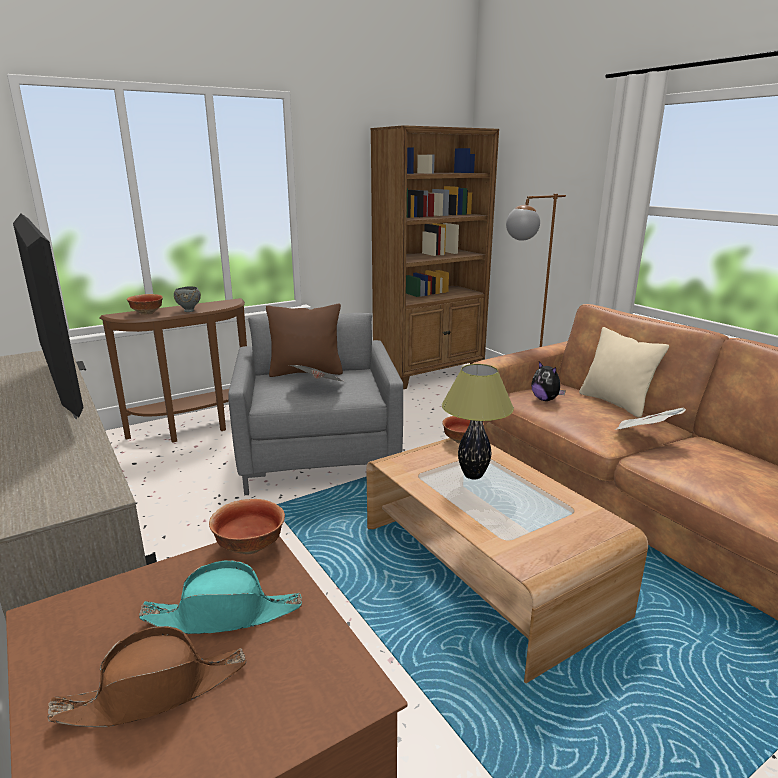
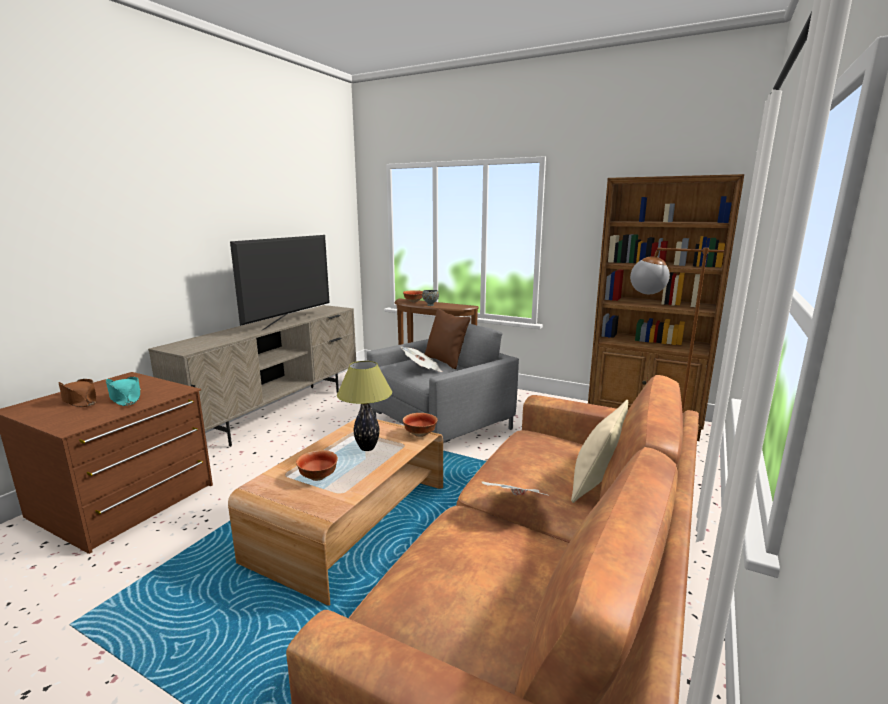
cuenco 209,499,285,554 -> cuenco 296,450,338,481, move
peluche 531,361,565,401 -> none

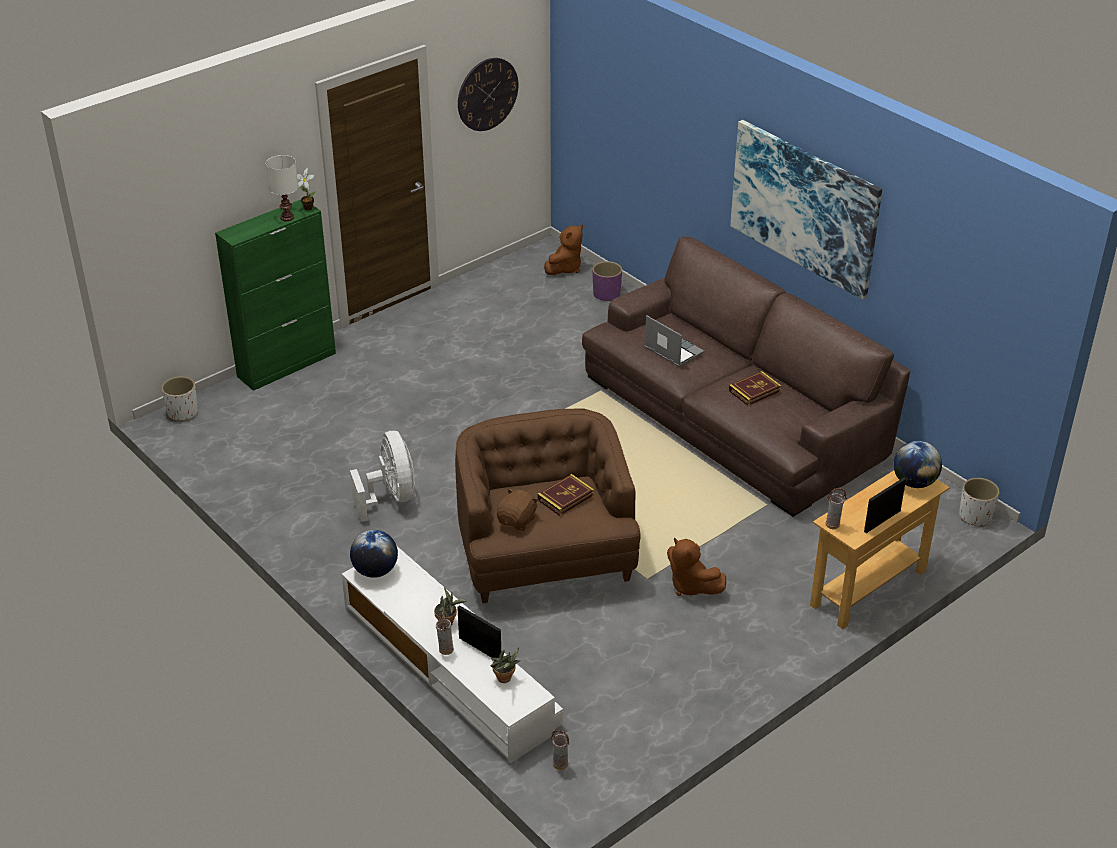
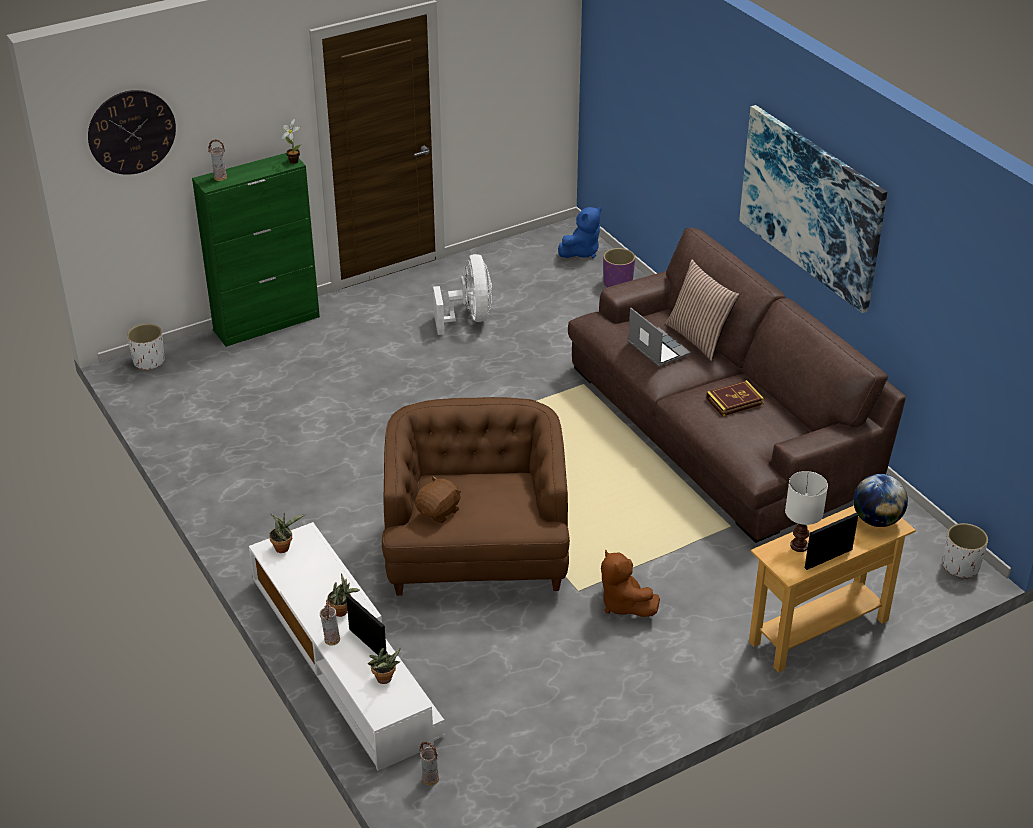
reloj de pared 458,58,518,131 -> reloj de pared 88,90,176,175, move
florero 825,488,847,529 -> florero 208,139,227,181, move
globo terráqueo 350,530,398,578 -> planta en maceta 269,513,305,553
ventilador/blanco 350,431,414,522 -> ventilador/blanco 433,254,492,335, move
peluche/marrón 544,225,583,275 -> peluche/azul 558,207,602,258
none -> cojín 666,259,740,361
lámpara de mesa/blanco 266,155,298,221 -> lámpara de mesa/blanco 785,471,828,552, move
libro 537,474,594,516 -> none

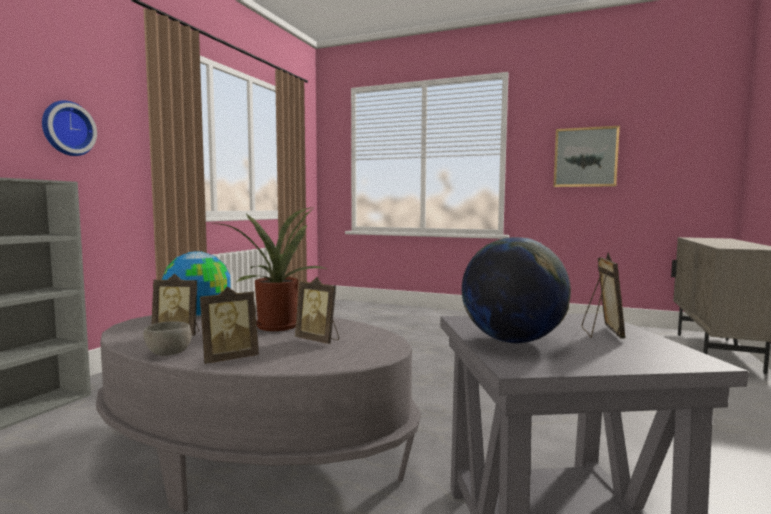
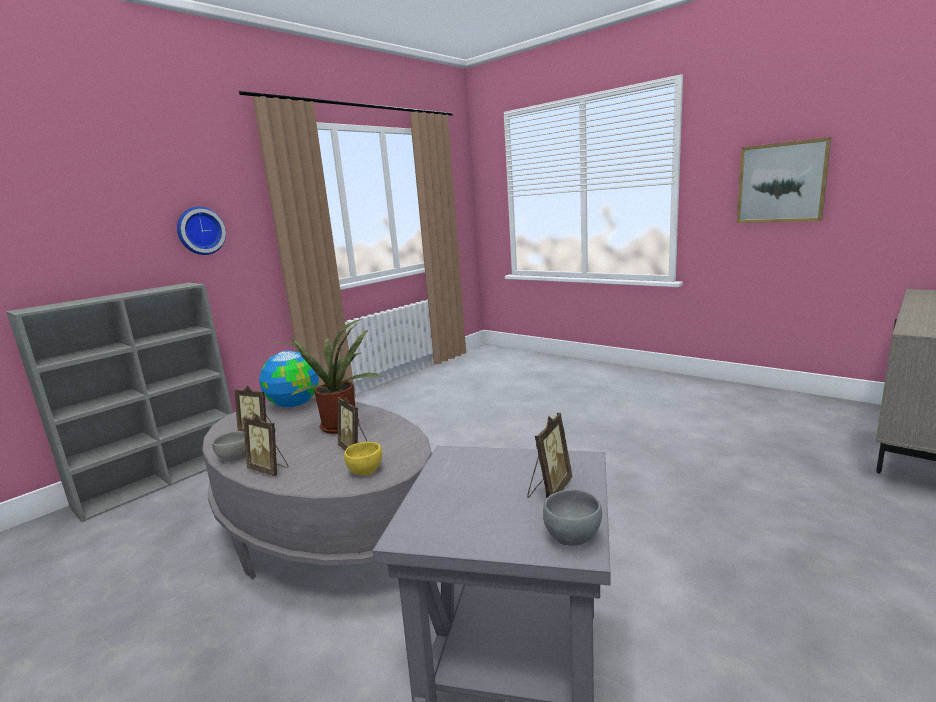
portarretratos 200,286,259,364 -> portarretratos 244,414,289,476, 45 degrees clockwise
none -> cuenco/amarillo 344,442,382,476
none -> cuenco/gris 543,489,602,546
globo terráqueo 462,237,571,344 -> none

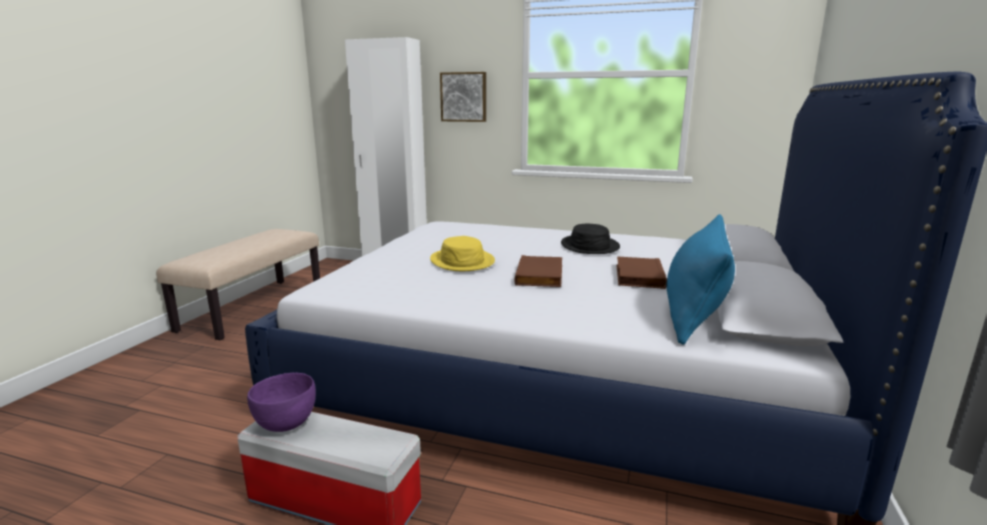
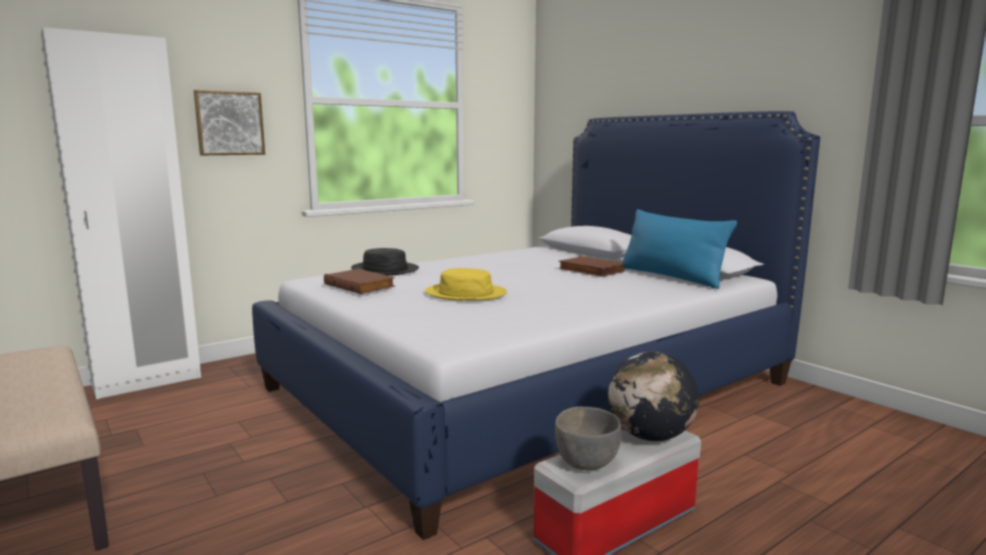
libro/marrón 515,255,562,287 -> libro/marrón 324,269,395,294, move
sombrero/negro 561,224,620,254 -> sombrero/negro 351,248,419,276, move
cuenco/morado 247,373,316,432 -> cuenco/gris 555,407,622,470
none -> globo terráqueo 608,352,699,441

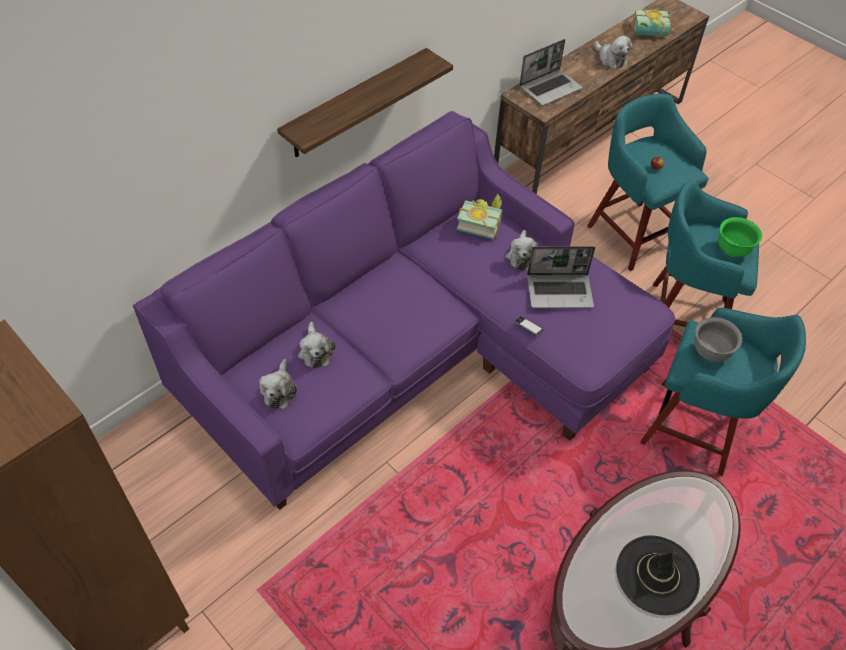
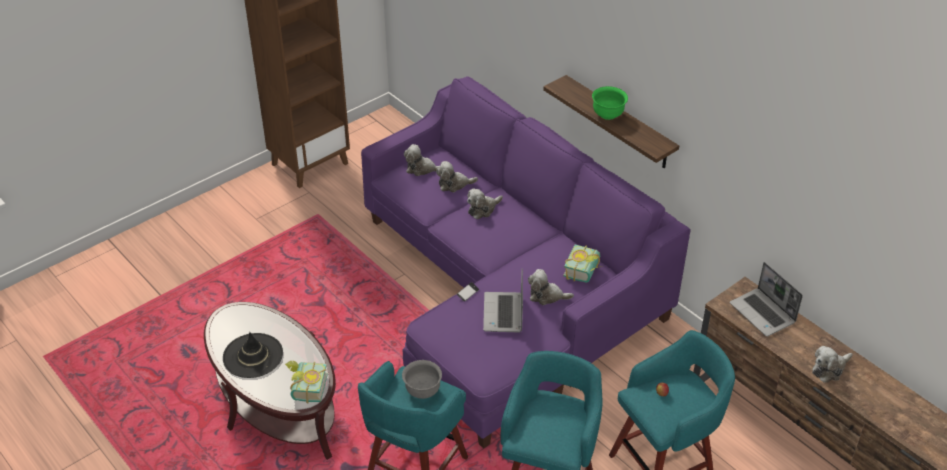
libro 631,9,670,37 -> libro 285,361,328,404, move
none -> peluche 467,189,503,219
cuenco/verde 718,217,762,257 -> cuenco/verde 592,86,628,120, move

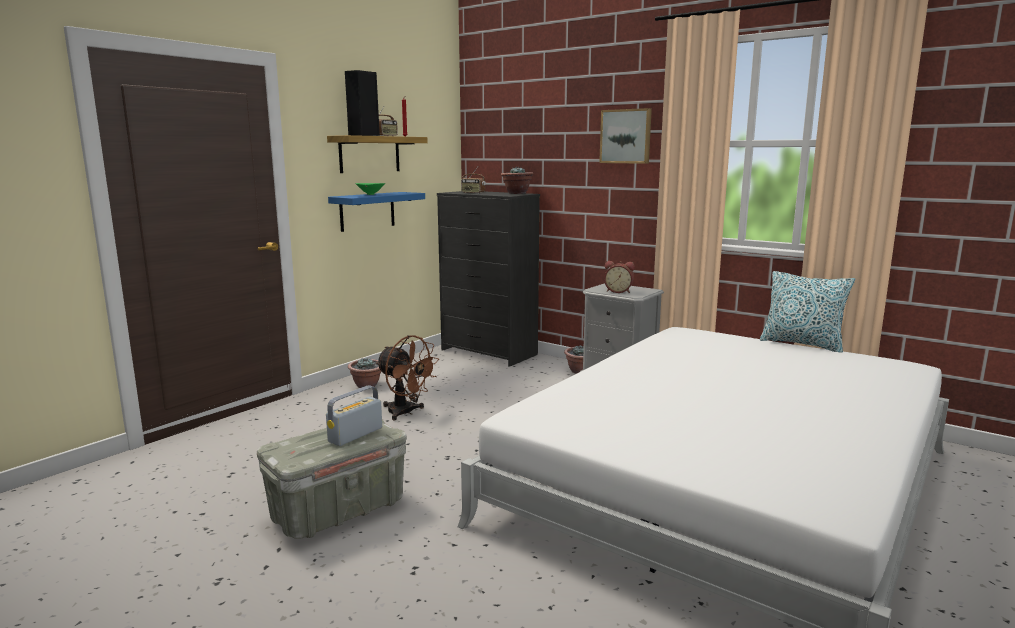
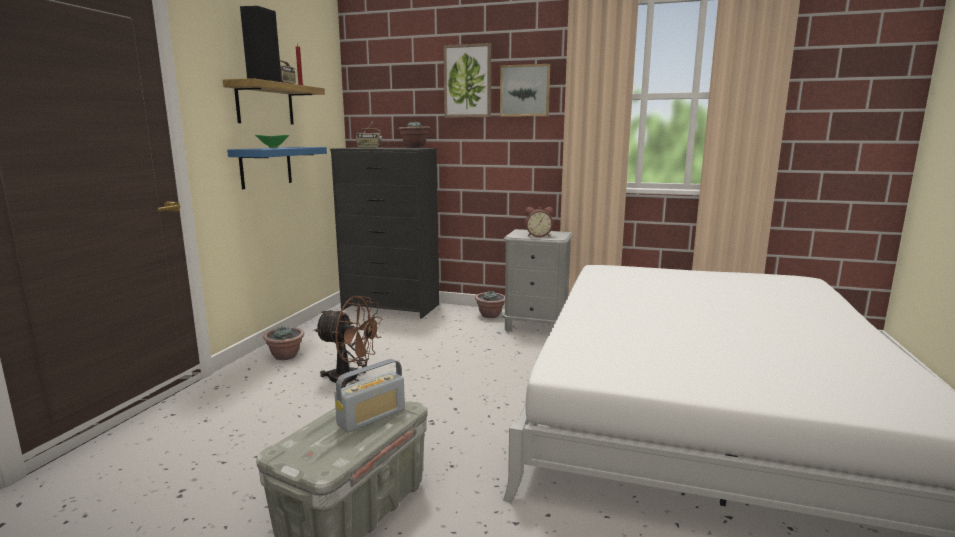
radio 326,385,382,446 -> radio 335,359,405,433, 150 degrees counterclockwise
none -> cuadro 443,43,491,117
cojín 760,271,855,353 -> none

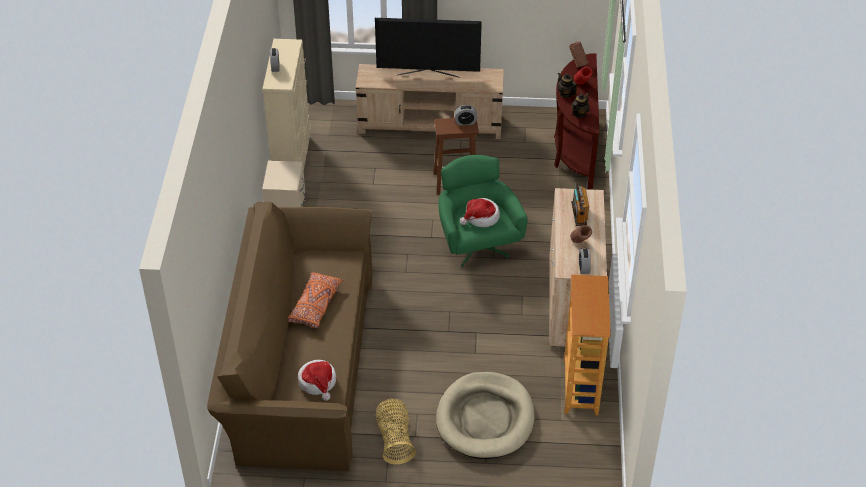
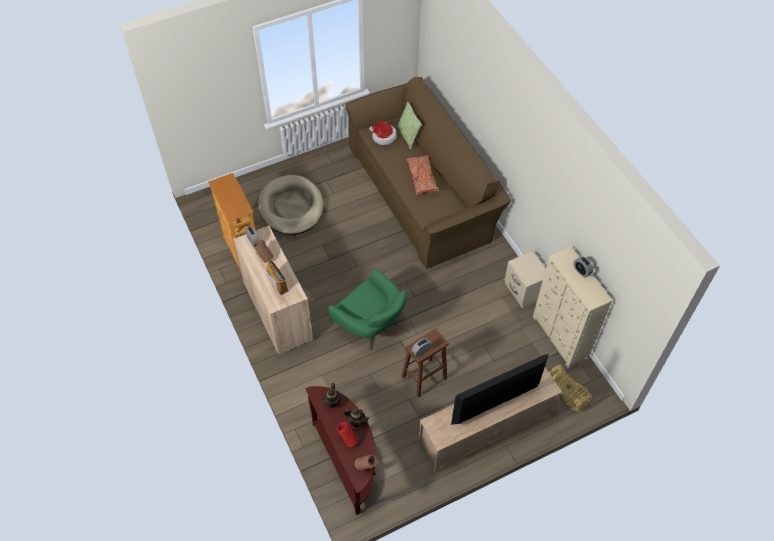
none -> cojín 397,102,422,149
cesta 376,399,416,464 -> cesta 549,364,592,412, move
sombrero 460,198,500,227 -> none

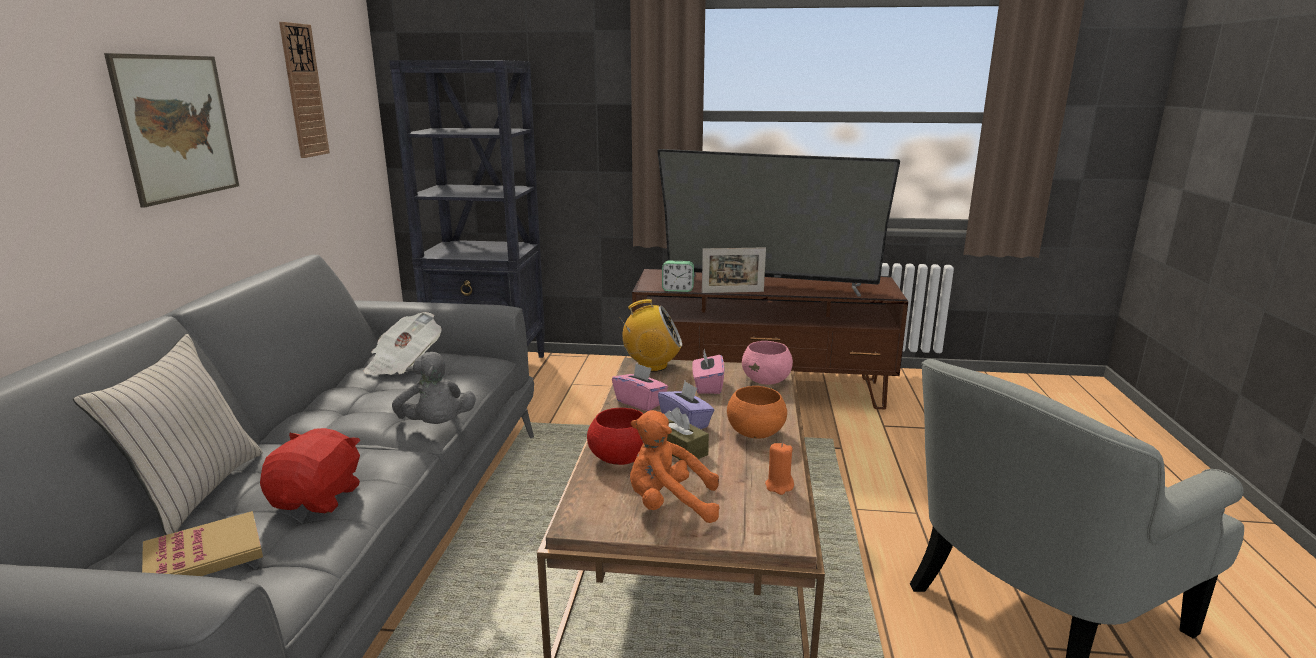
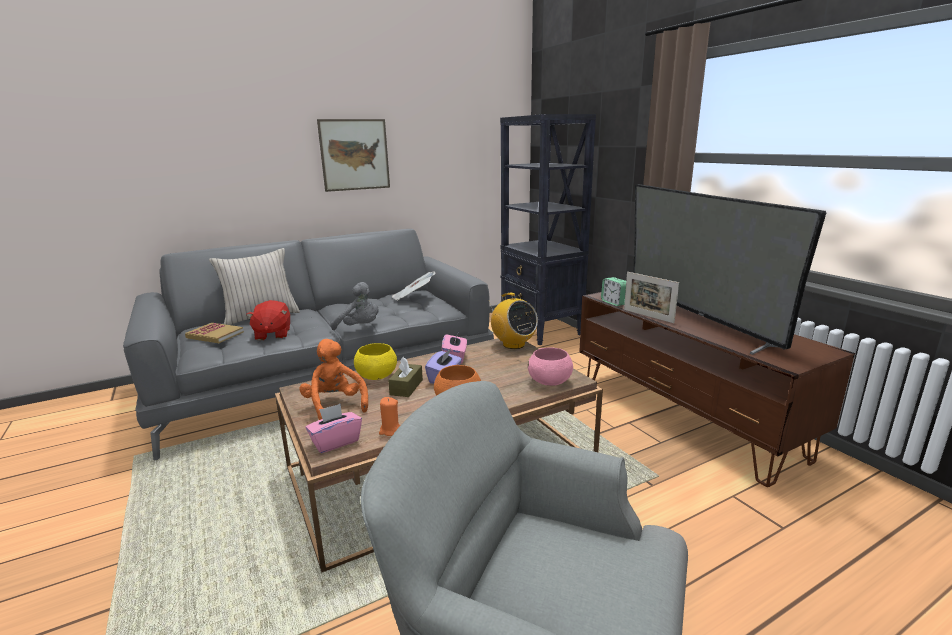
peluche/rojo 260,428,360,513 -> peluche/rojo 246,300,290,341, 105 degrees clockwise
caja de pañuelos/rosa 692,349,725,394 -> caja de pañuelos/rosa 305,403,362,453, move
peluche/gris 392,352,476,424 -> peluche/gris 330,282,379,330, 90 degrees counterclockwise
cuenco/rojo 587,408,643,465 -> cuenco/amarillo 354,343,397,380
reloj de pared 279,22,330,158 -> none

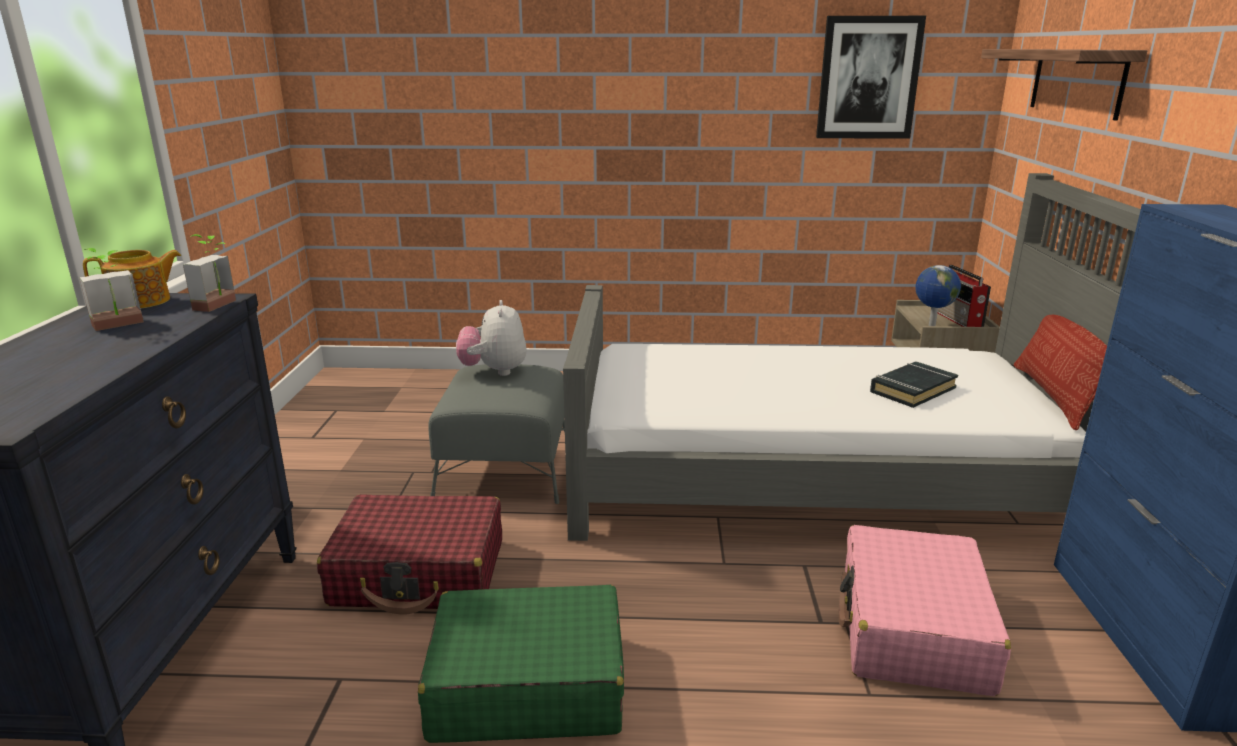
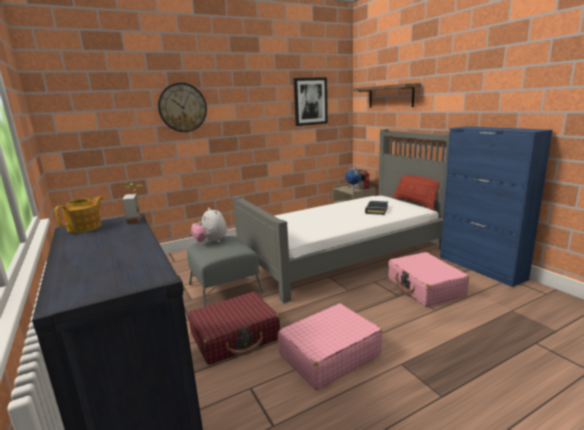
none -> reloj de pared 158,83,207,132
maleta/verde 418,585,624,743 -> maleta/rosa 278,304,382,390
planta en maceta 80,248,144,331 -> none

